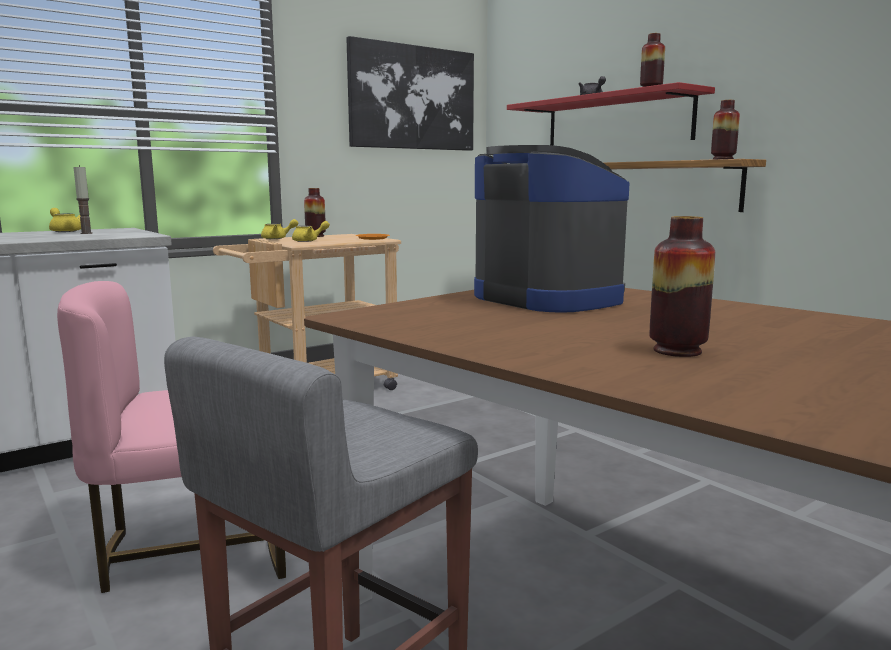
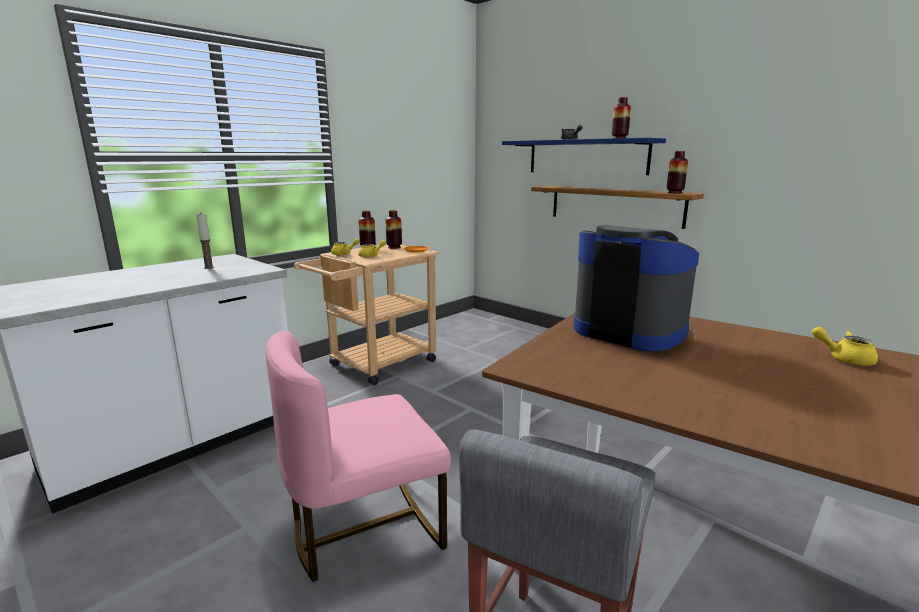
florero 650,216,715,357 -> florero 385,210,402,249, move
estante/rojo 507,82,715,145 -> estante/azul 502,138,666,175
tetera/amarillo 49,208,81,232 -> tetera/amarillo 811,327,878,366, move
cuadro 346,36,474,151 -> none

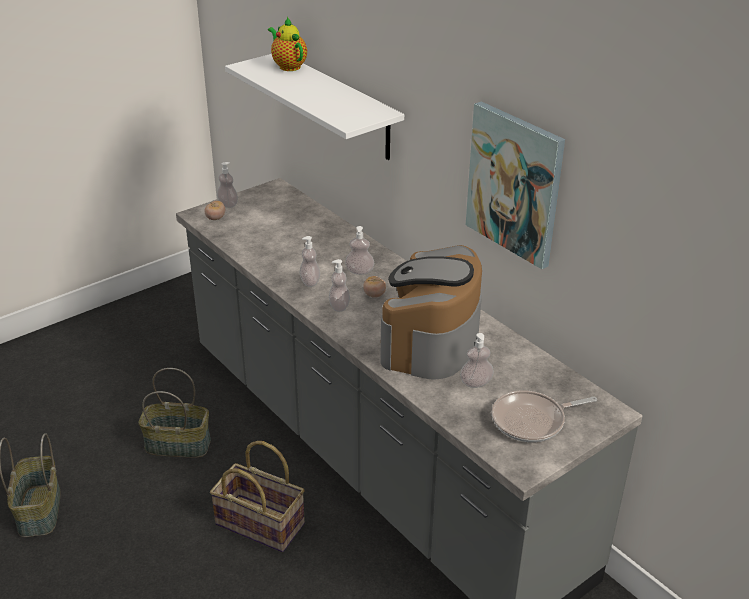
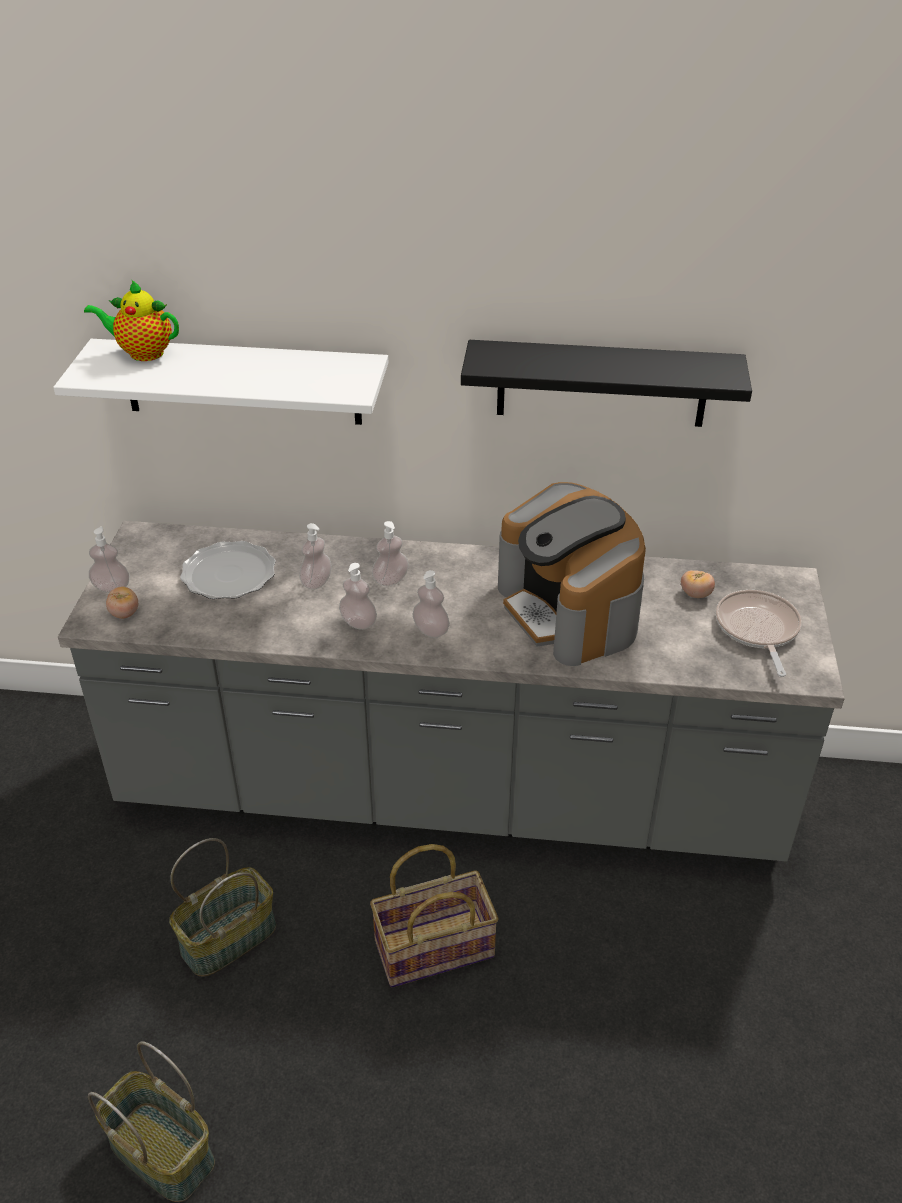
none -> plato 180,541,276,599
dispensador de jabón 460,333,494,388 -> dispensador de jabón 299,523,332,589, move
cuadro 466,101,565,269 -> estante/negro 461,340,752,427
tomate 363,276,386,298 -> tomate 681,570,715,598, move
sartén 492,390,597,442 -> sartén 716,590,802,677, 150 degrees clockwise

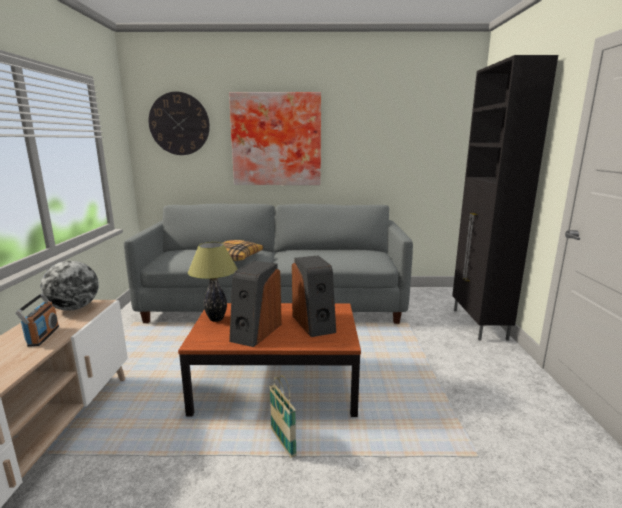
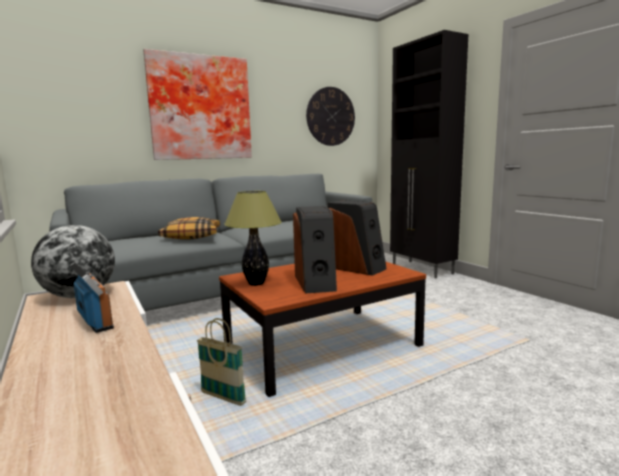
cesta 269,375,297,458 -> cesta 197,318,246,406, move
reloj de pared 149,92,210,155 -> reloj de pared 306,87,355,146, move

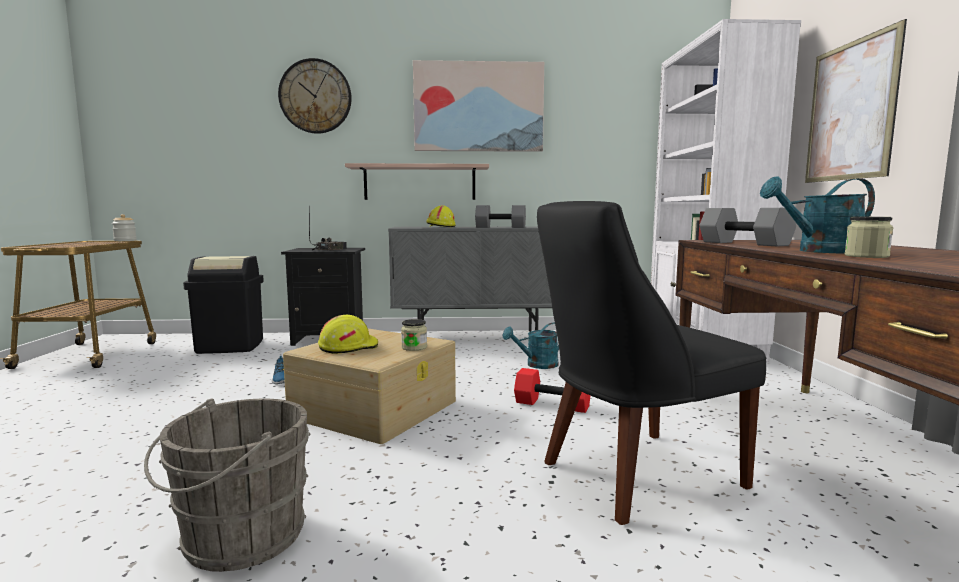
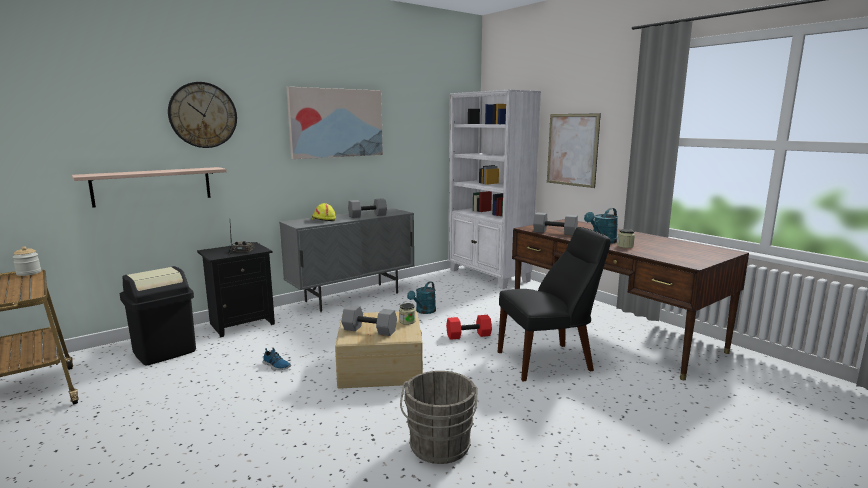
estante 345,163,489,200 -> estante 72,167,227,208, move
casco/amarillo 318,315,378,354 -> mancuerna/gris 341,305,397,336
silla/negro 537,201,766,525 -> silla/negro 498,227,611,381, 135 degrees counterclockwise

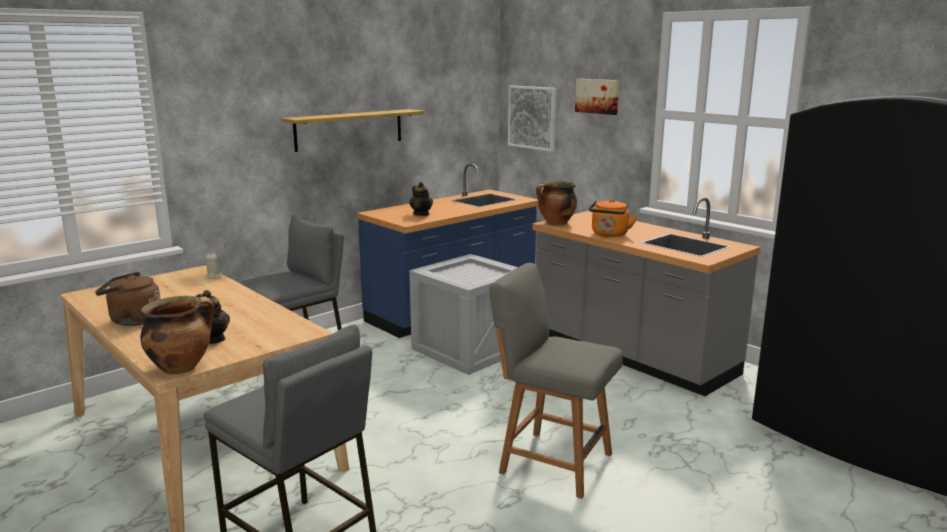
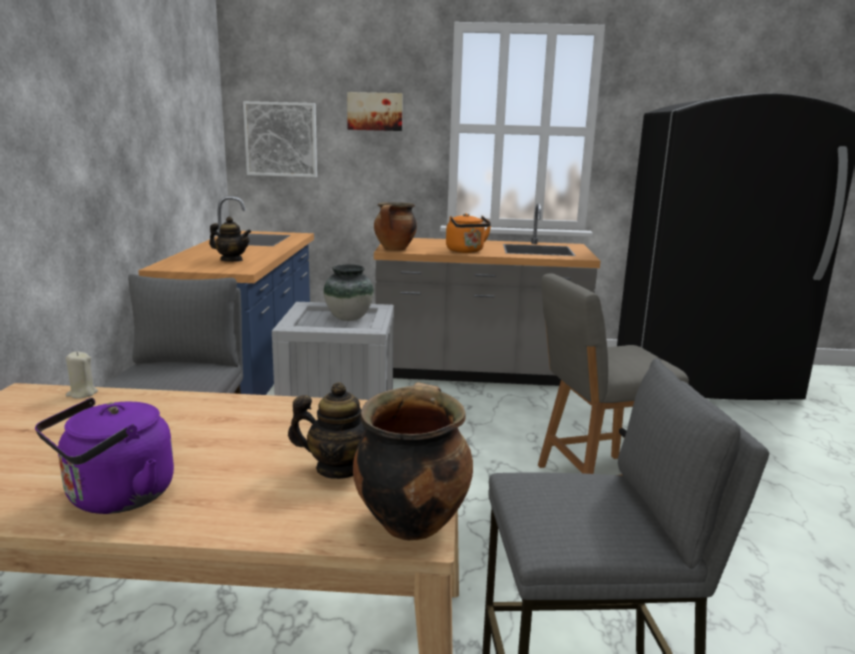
hervidor/marrón 95,272,161,326 -> hervidor/morado 35,398,174,514
none -> florero 324,265,374,321
estante 281,109,425,152 -> none

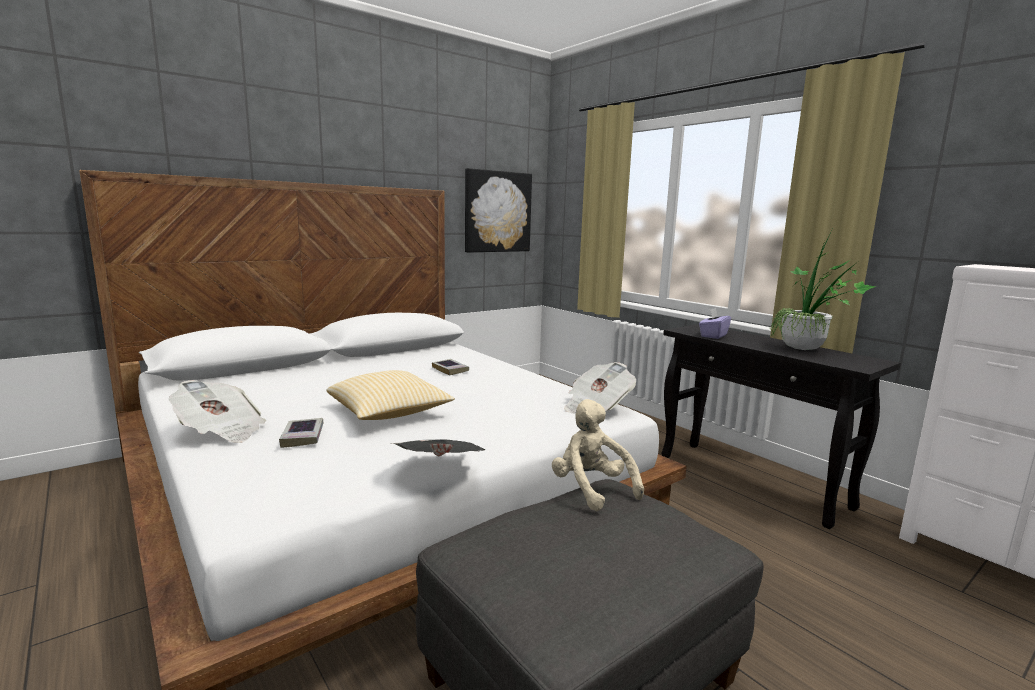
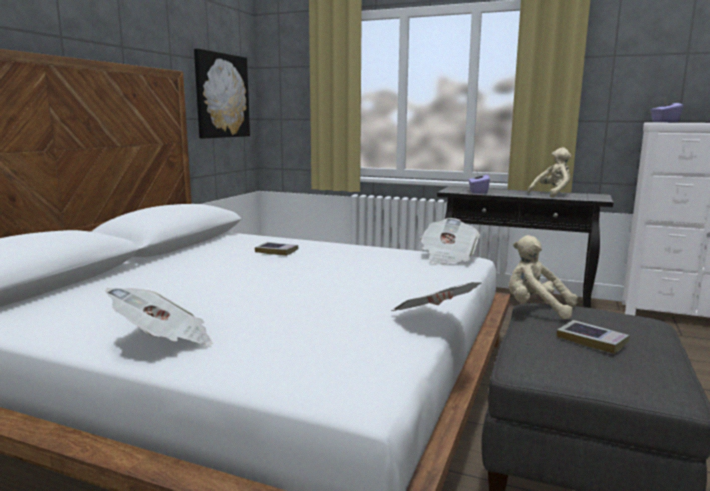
planta en maceta 770,233,876,350 -> peluche/beis 527,147,571,198
libro 279,418,324,448 -> libro 557,320,630,354, move
none -> caja de pañuelos/morado 650,98,683,122
cojín 327,370,455,420 -> none

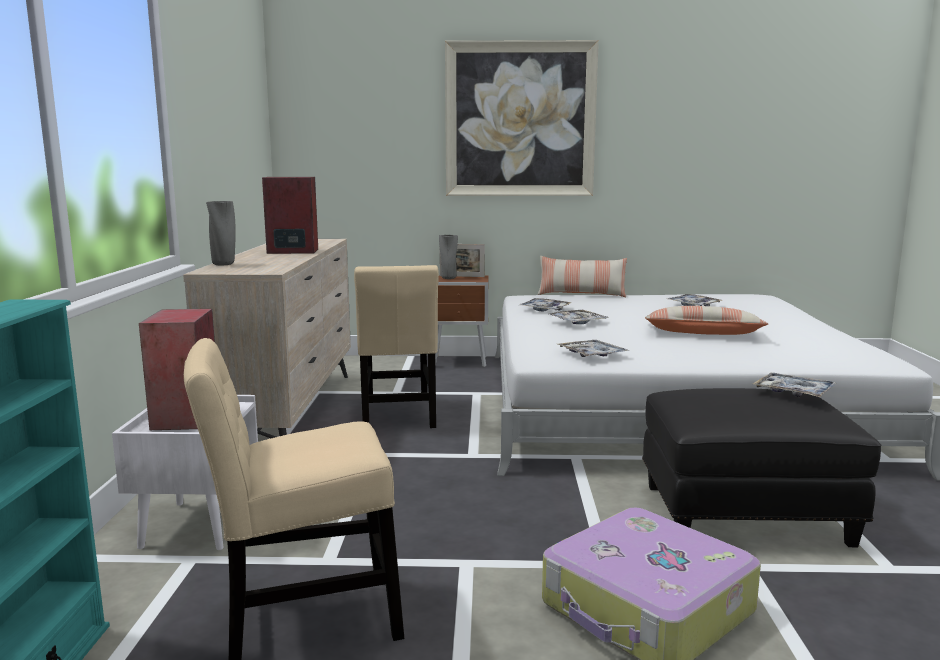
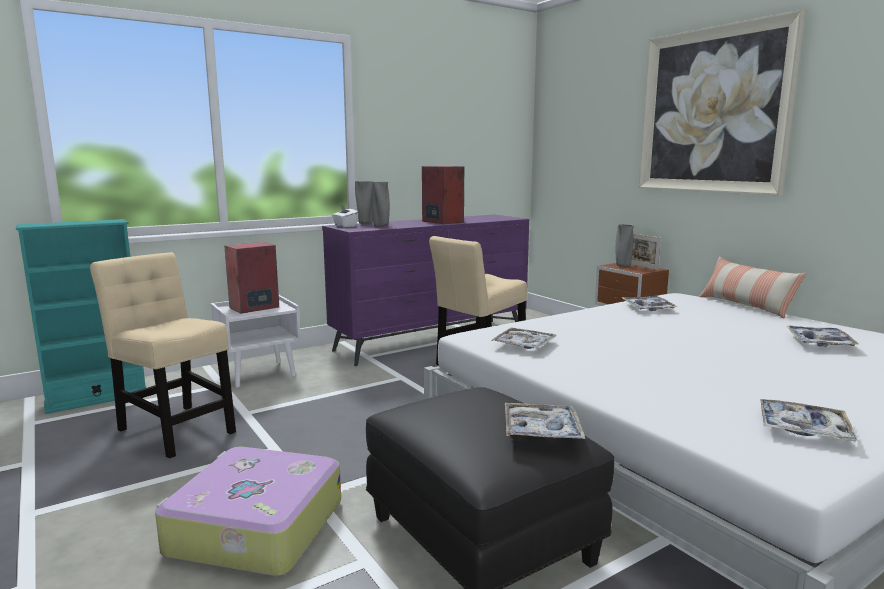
cómoda/beis 183,239,351,438 -> cómoda/morado 322,215,529,366
none -> caja de pañuelos/blanco 332,205,358,227
none -> florero/gris 371,182,390,227
bandeja 549,310,609,324 -> bandeja 760,399,858,441, move
cojín 645,306,768,335 -> none

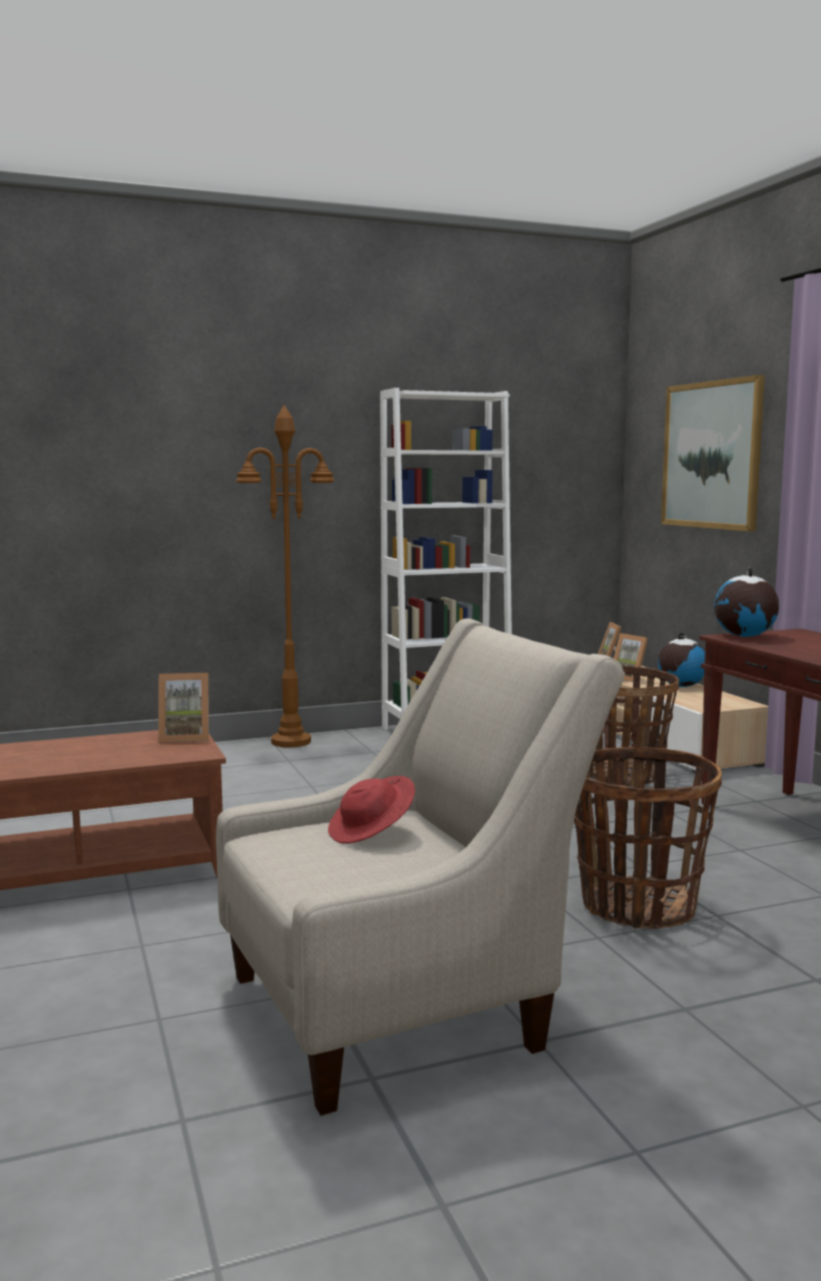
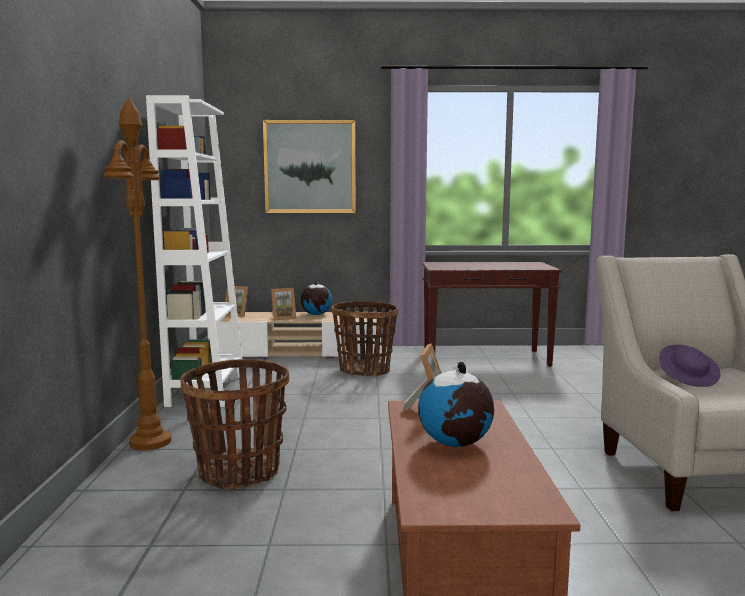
cesta 574,747,722,929 -> cesta 180,359,289,489, move
globo terráqueo 714,567,779,637 -> globo terráqueo 418,362,494,447, move
sombrero/rojo 328,776,415,844 -> sombrero/morado 659,344,721,387

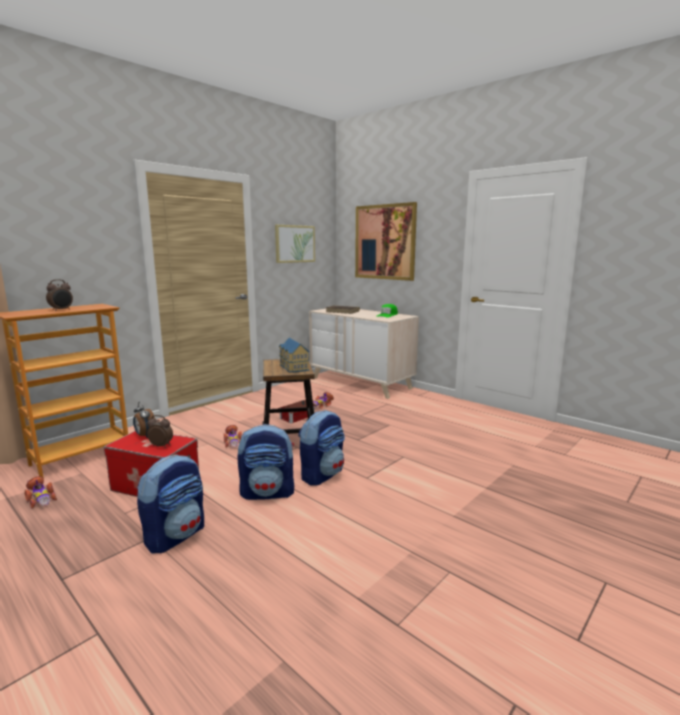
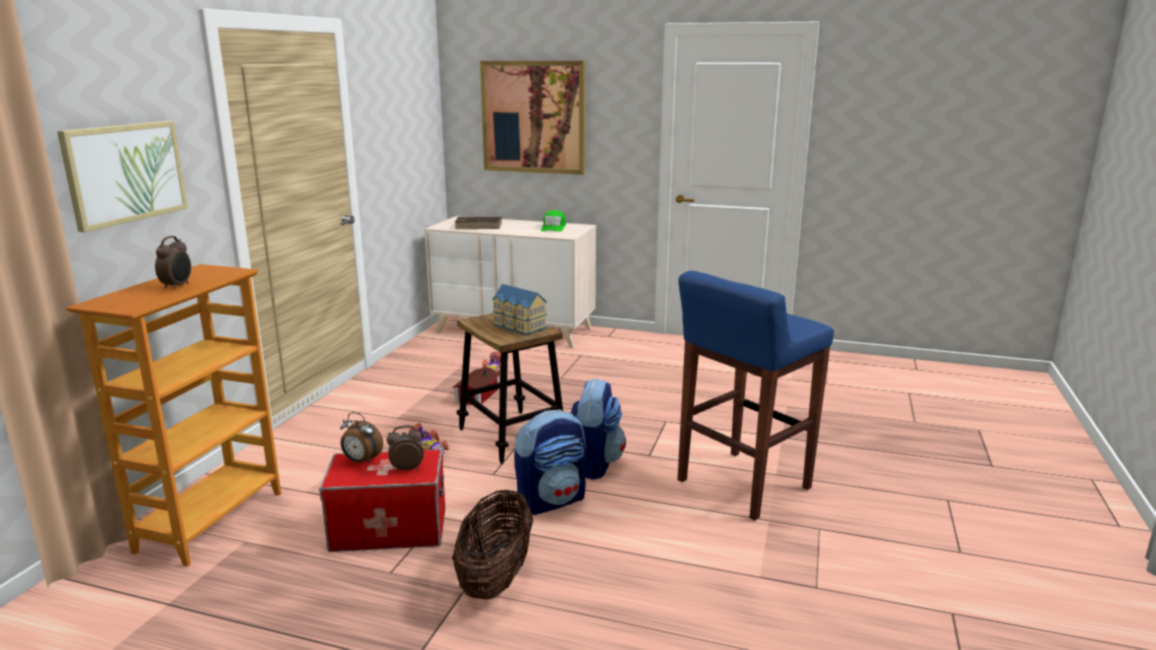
cuadro 275,225,315,263 -> cuadro 57,121,188,232, move
mochila 137,454,204,553 -> cesta 452,489,533,600
none -> taburete/azul 678,271,834,521
coche de juguete 25,476,57,508 -> none

